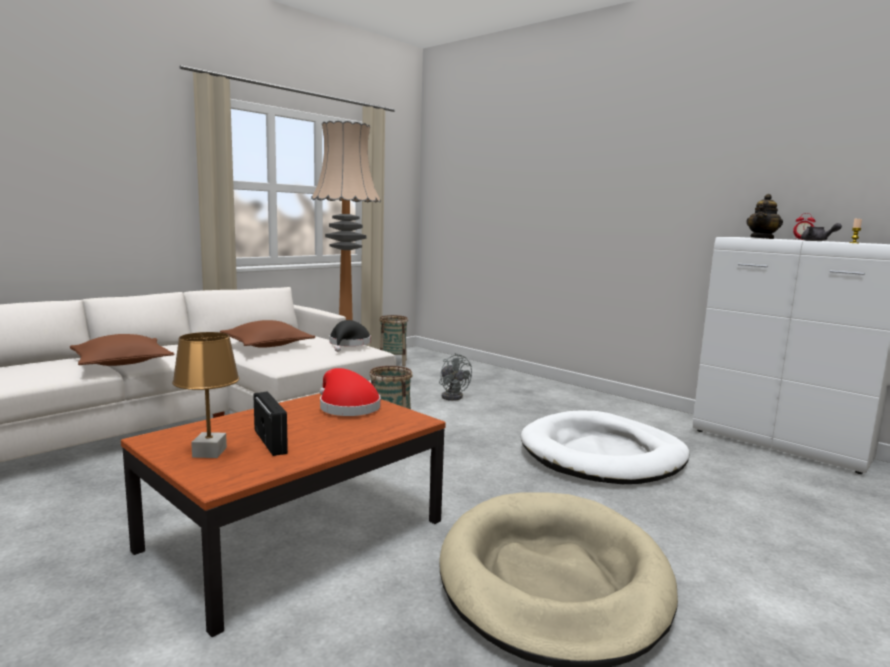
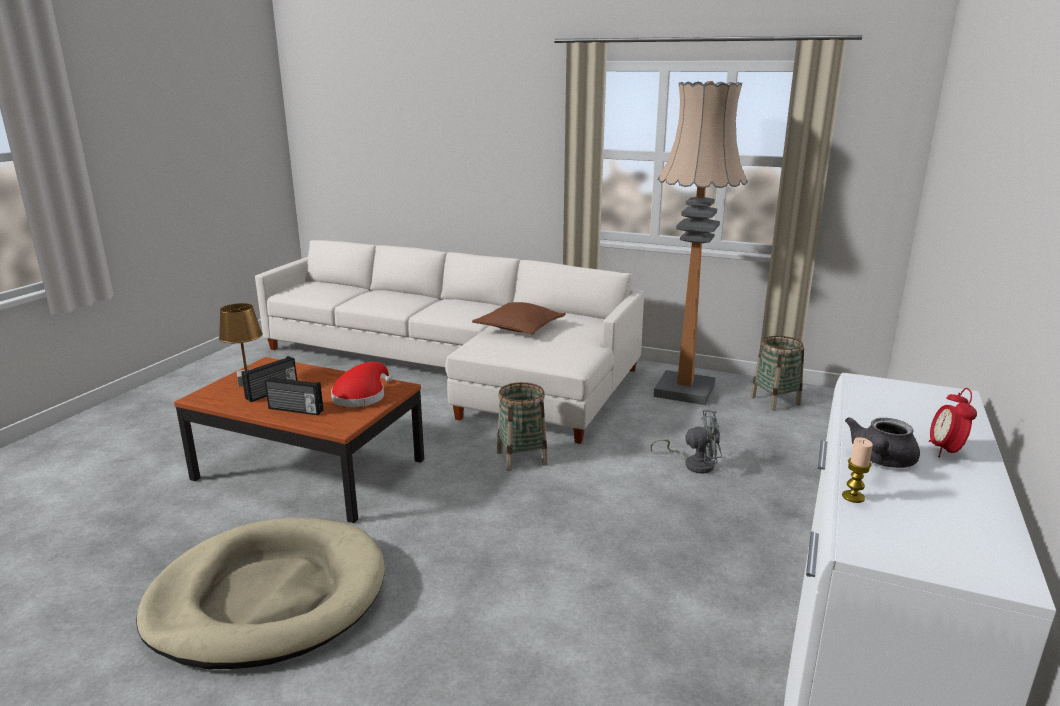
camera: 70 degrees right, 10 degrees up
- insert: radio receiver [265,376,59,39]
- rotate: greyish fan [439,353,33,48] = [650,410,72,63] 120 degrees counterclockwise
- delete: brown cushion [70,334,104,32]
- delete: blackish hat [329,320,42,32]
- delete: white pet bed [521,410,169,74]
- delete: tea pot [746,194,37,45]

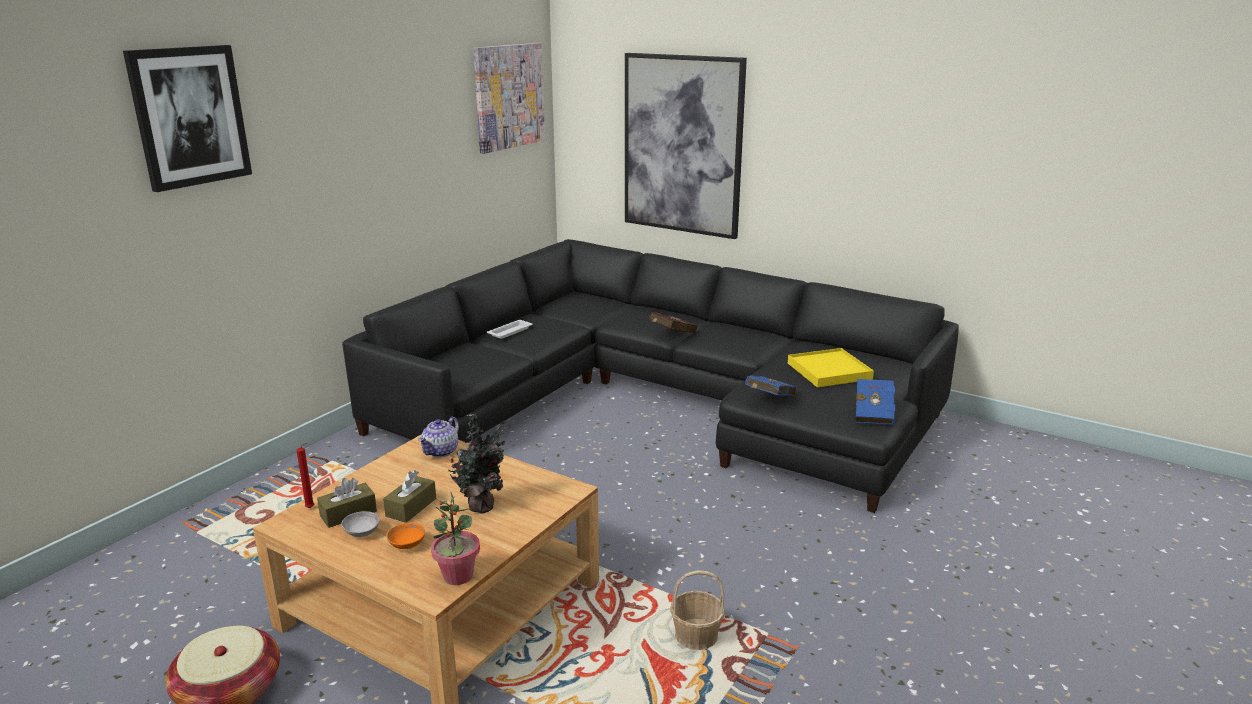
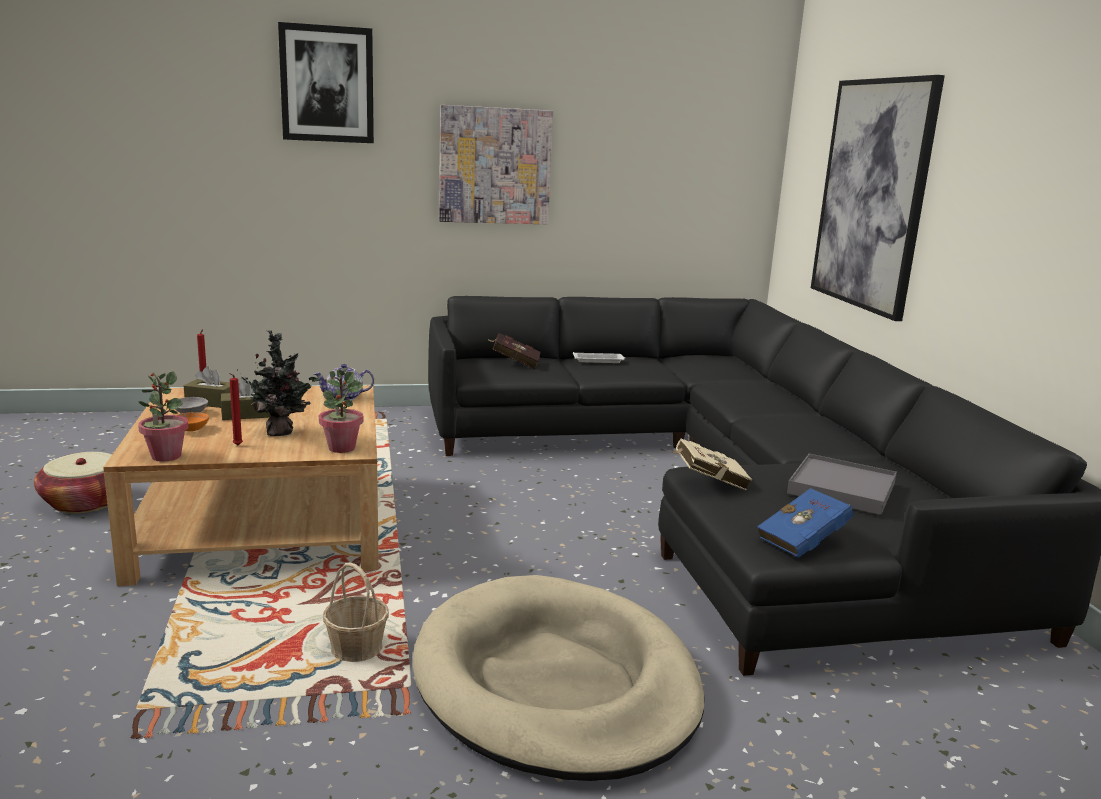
camera: 45 degrees right, 5 degrees down
- insert: red-coloured wax light [229,373,14,72]
- insert: houseplant [319,368,45,85]
- insert: beige-coloured pet bed [412,575,293,206]
- move: wall picture [473,43,72,111] to [439,105,114,119]
- move: red-coloured bound book [649,312,49,21] to [487,333,53,36]
- recolor: blue-coloured bound book [745,375,52,21] to beige-coloured bound book [669,439,83,51]
- recolor: yellow-coloured serving tray [788,348,86,39] to greyish serving tray [787,454,110,61]

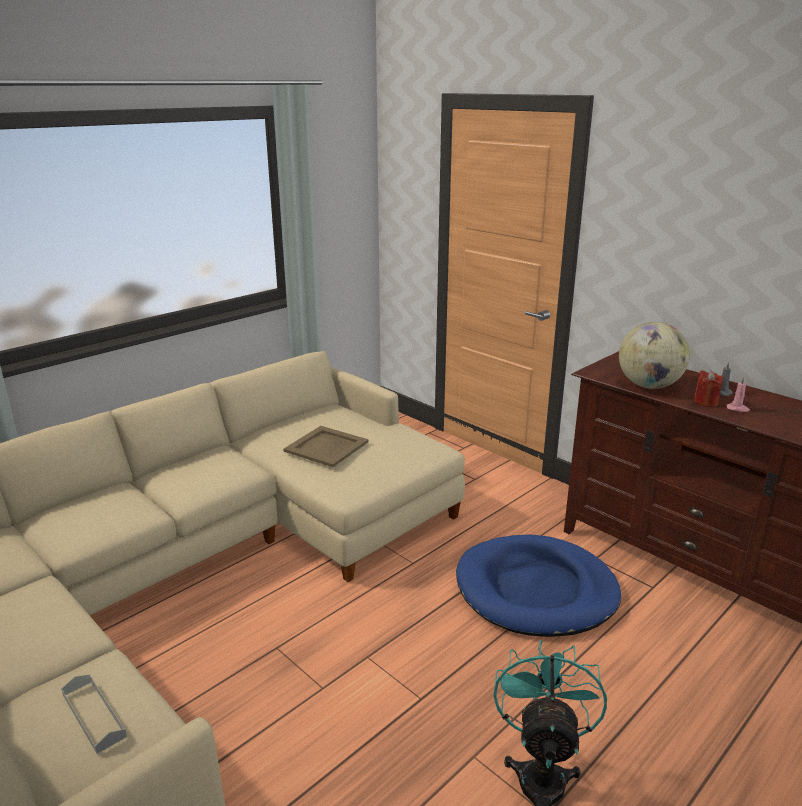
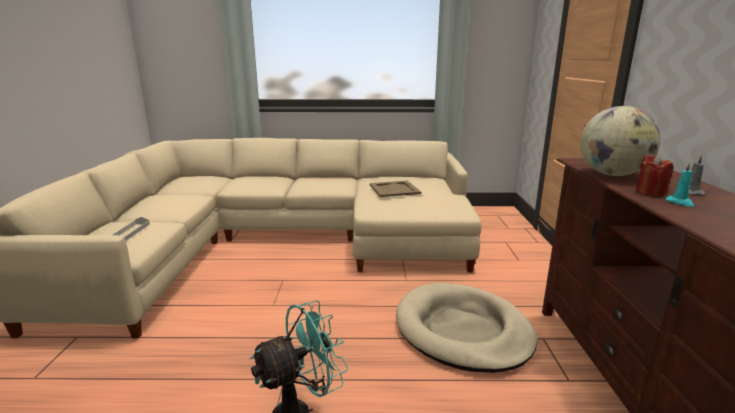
camera: 45 degrees right, 5 degrees down
- recolor: blue-coloured pet bed [456,534,165,103] to beige-coloured pet bed [396,283,141,90]
- recolor: pink-coloured wax light [727,377,23,35] to turquoise-coloured wax light [666,162,29,45]

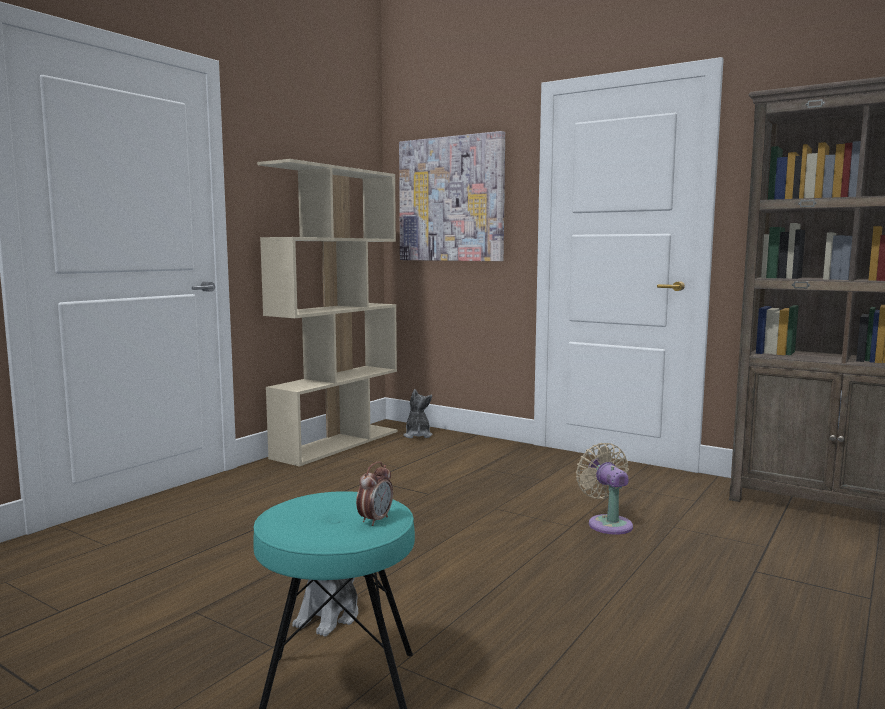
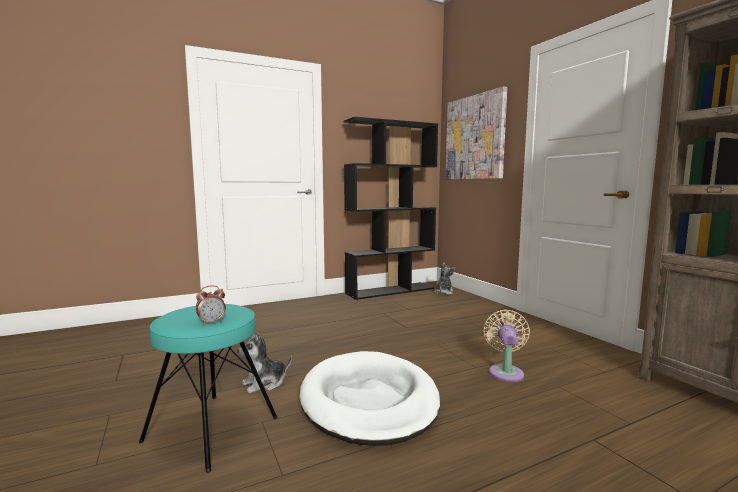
camera: 30 degrees right, 0 degrees up
- insert: white pet bed [299,351,141,95]
- recolor: beige-coloured bookshelf [257,159,140,308] to blackish bookshelf [344,117,94,183]

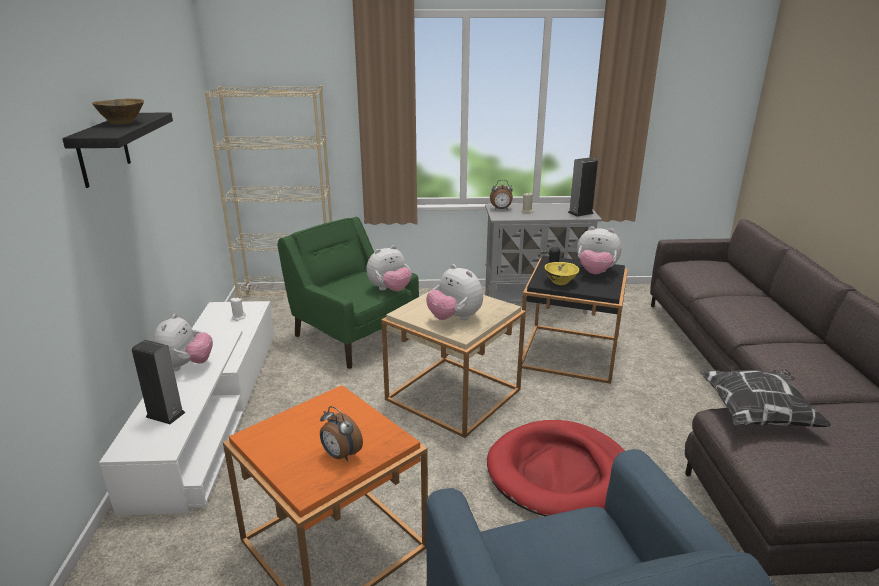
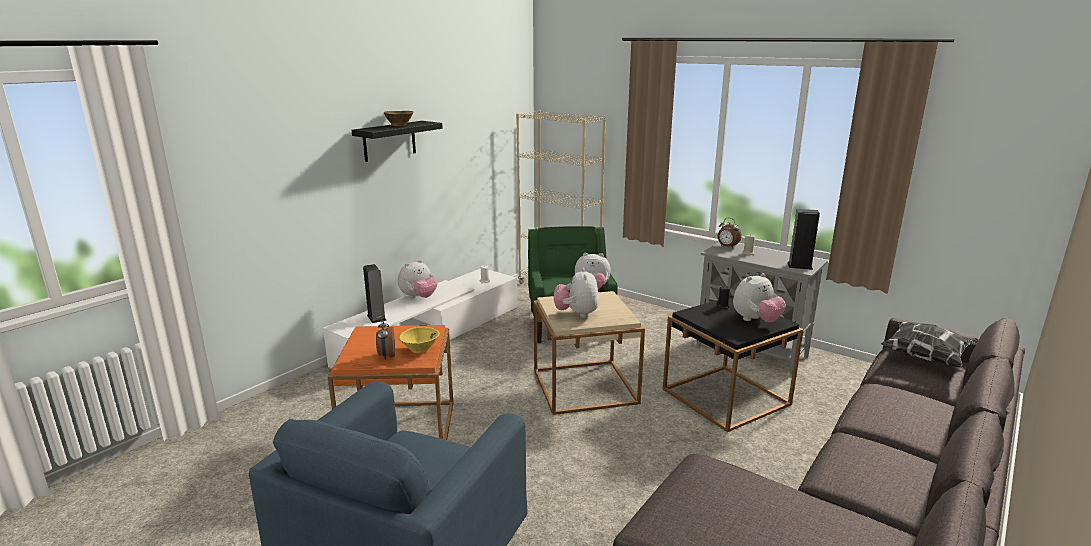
camera: 40 degrees right, 5 degrees down
- move: yellow-coloured deep dish [545,262,34,23] to [399,327,41,26]
- rotate: cuddly toy [577,226,45,48] = [733,273,53,49] 90 degrees counterclockwise
- move: cushion [700,370,133,57] to [881,322,97,45]
- delete: red-coloured pet bed [487,420,138,96]

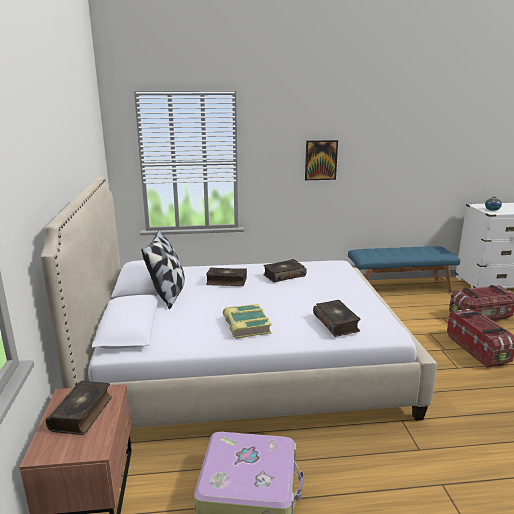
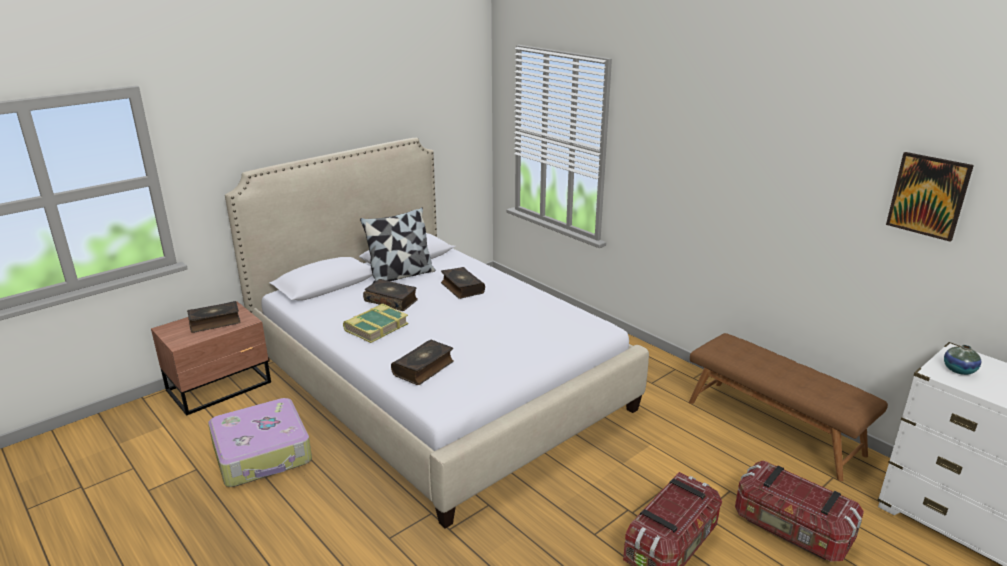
camera: 55 degrees right, 5 degrees up
- move: bound book [263,259,44,24] to [363,279,55,32]
- recolor: blue-coloured indoor bench [348,246,112,47] to brown indoor bench [689,333,199,148]
- move: wall picture [305,140,33,40] to [886,152,88,89]

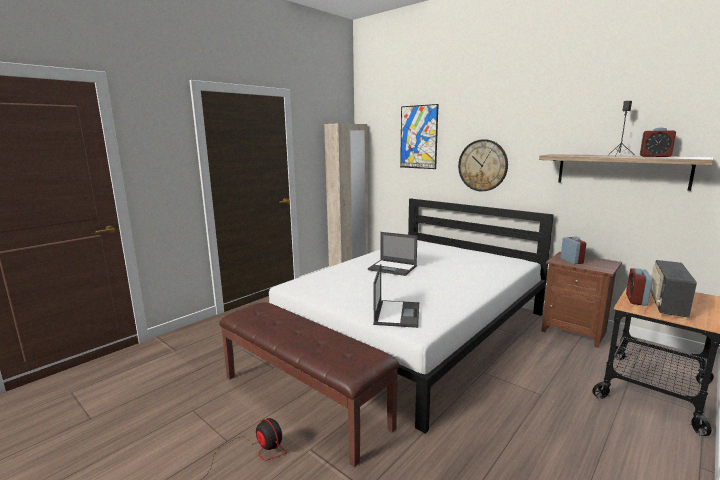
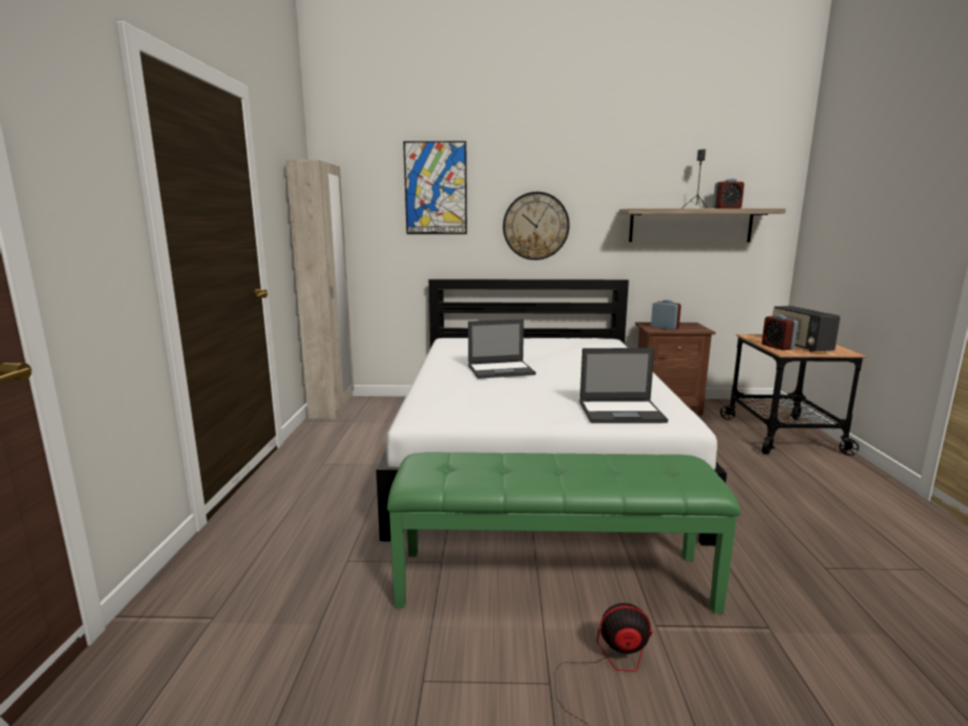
camera: 40 degrees left, 0 degrees up
- recolor: brown indoor bench [219,302,181,165] to green indoor bench [387,452,354,162]
- rotate: portable computer [373,264,46,64] = [579,348,89,75] 120 degrees clockwise

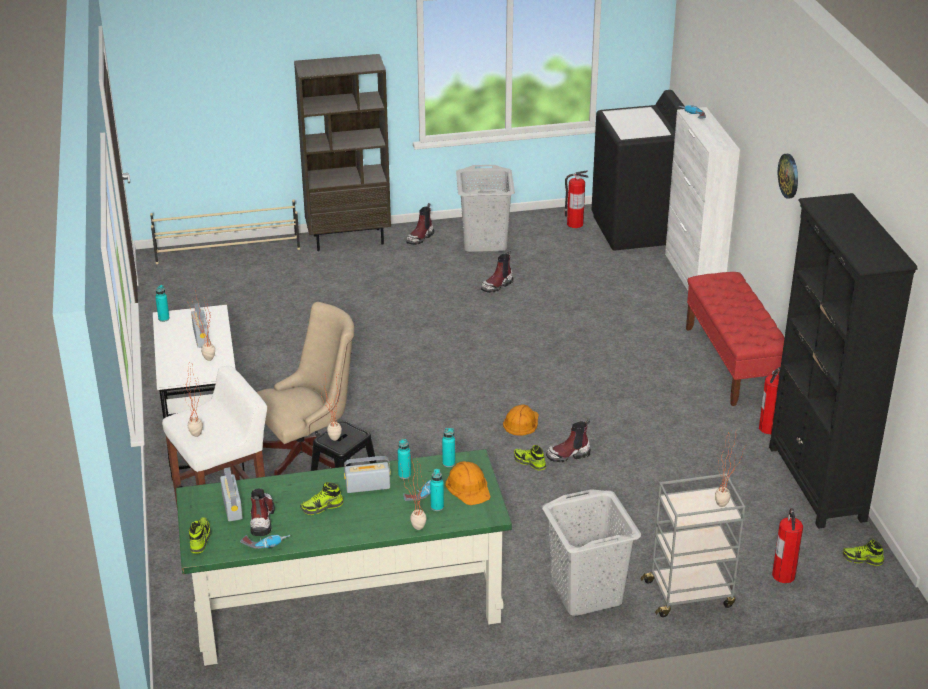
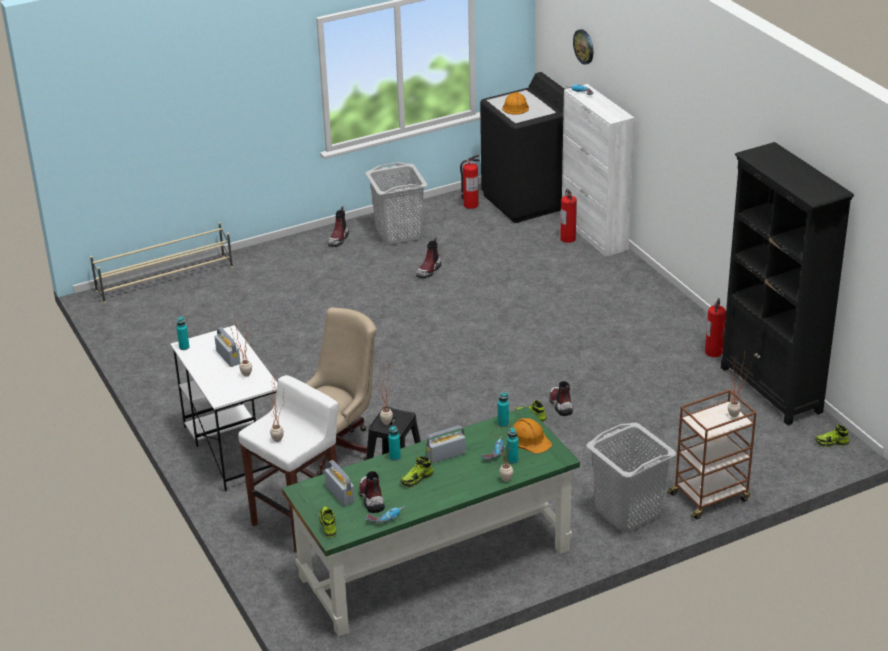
camera: 15 degrees left, 0 degrees up
- move: turquoise-coloured bottle [398,439,13,40] to [388,425,13,36]
- move: orangey safety helmet [503,404,36,32] to [502,92,27,23]
- rotate: high-top boot [546,419,45,43] = [549,381,24,35] 105 degrees clockwise
- move: fire extinguisher [772,508,31,75] to [560,189,17,54]
- move: wall clock [778,154,20,45] to [573,29,20,36]
- recolor: greyish wheeled cart [641,473,104,144] to brown wheeled cart [667,390,89,129]
- delete: brown bookshelf [294,54,97,197]
- delete: red-coloured indoor bench [686,272,98,134]

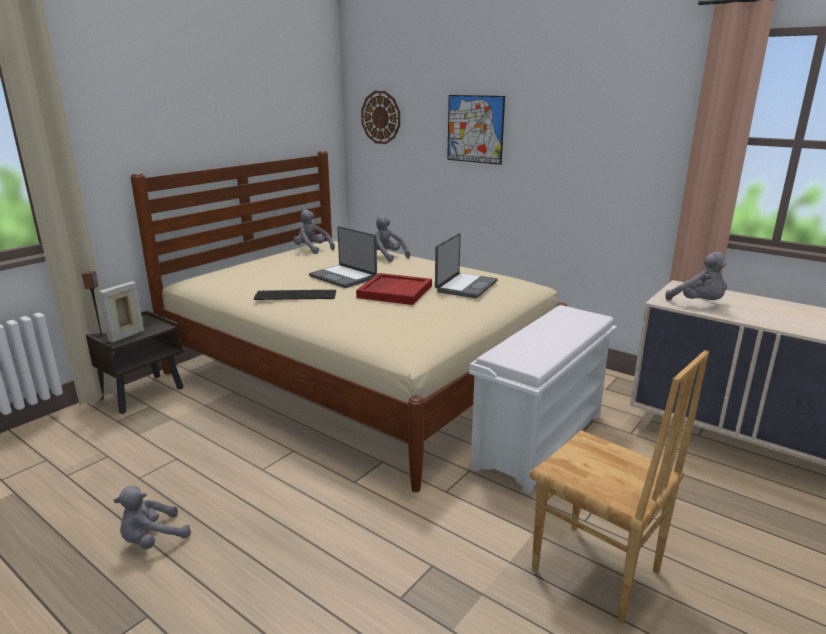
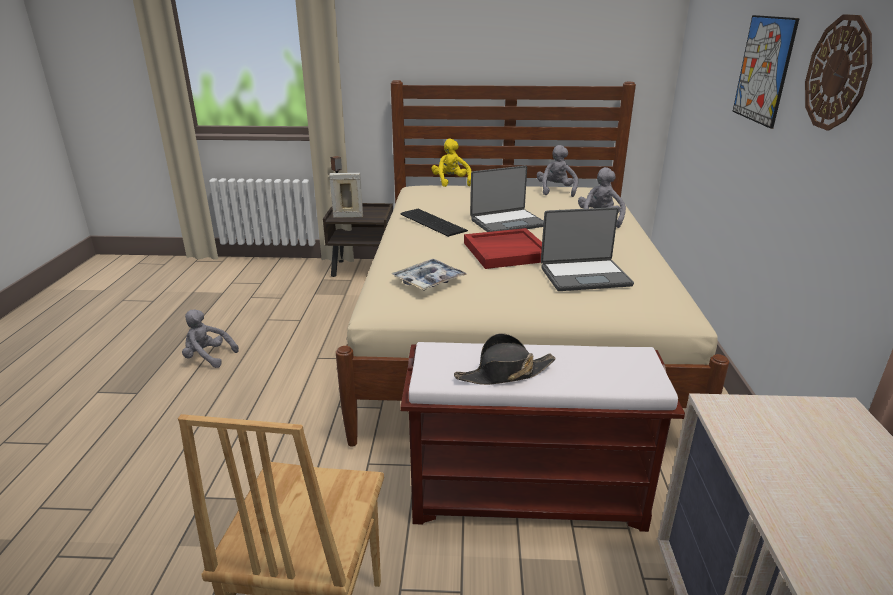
camera: 55 degrees right, 5 degrees up
- insert: serving tray [392,259,75,32]
- recolor: white indoor bench [469,305,148,189] to brown indoor bench [400,342,285,190]
- insert: yellow-coloured cuddly toy [432,139,40,48]
- insert: blackish hat [454,333,102,52]
- rotate: portable computer [309,226,68,62] = [470,166,74,66] 120 degrees counterclockwise
- move: wall clock [361,91,39,53] to [805,14,67,117]
- delete: greyish cuddly toy [665,252,62,48]

